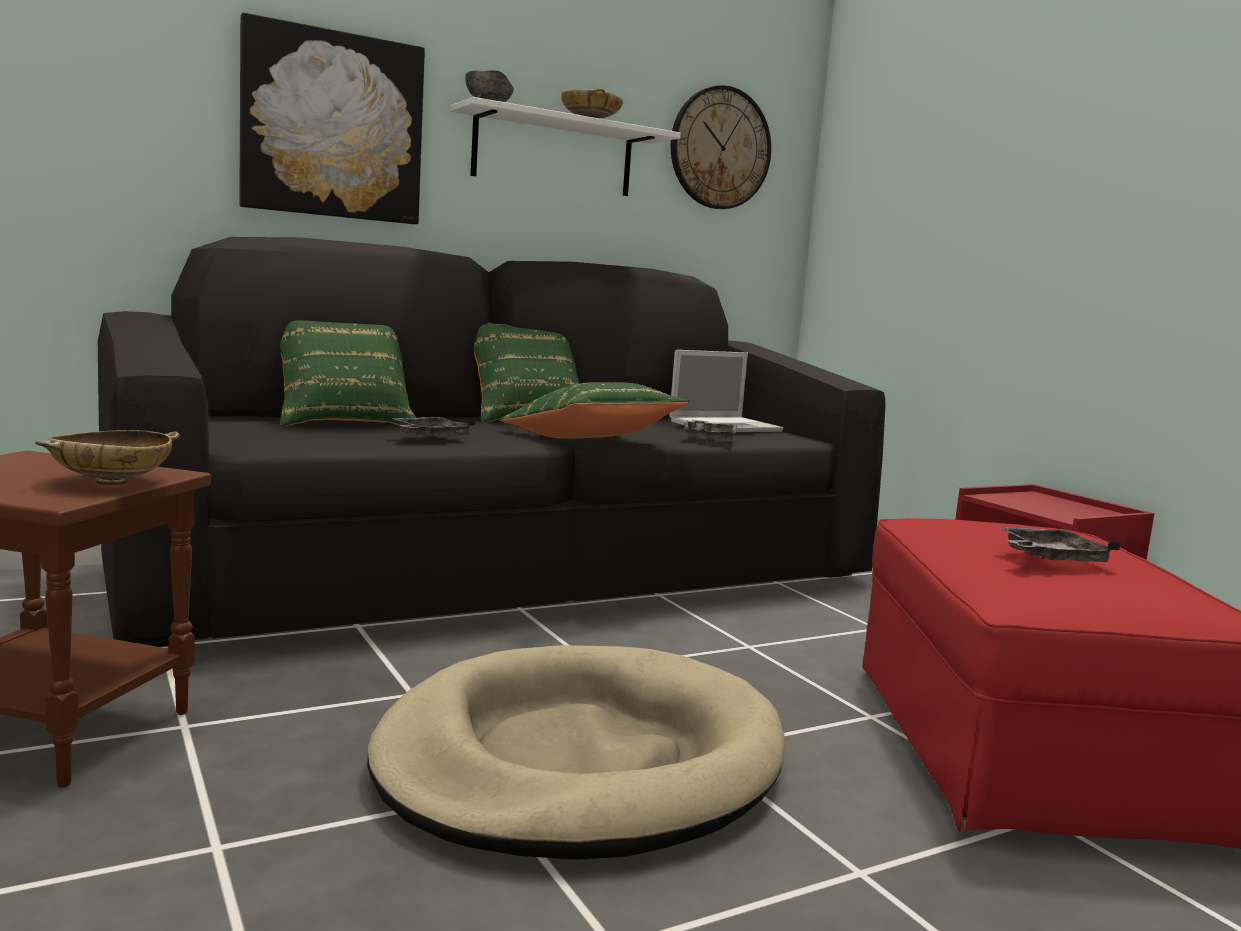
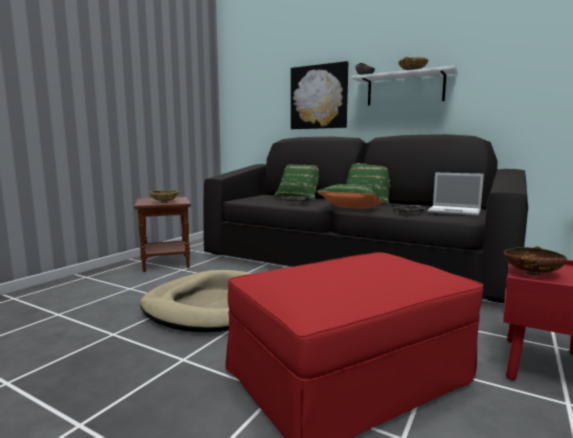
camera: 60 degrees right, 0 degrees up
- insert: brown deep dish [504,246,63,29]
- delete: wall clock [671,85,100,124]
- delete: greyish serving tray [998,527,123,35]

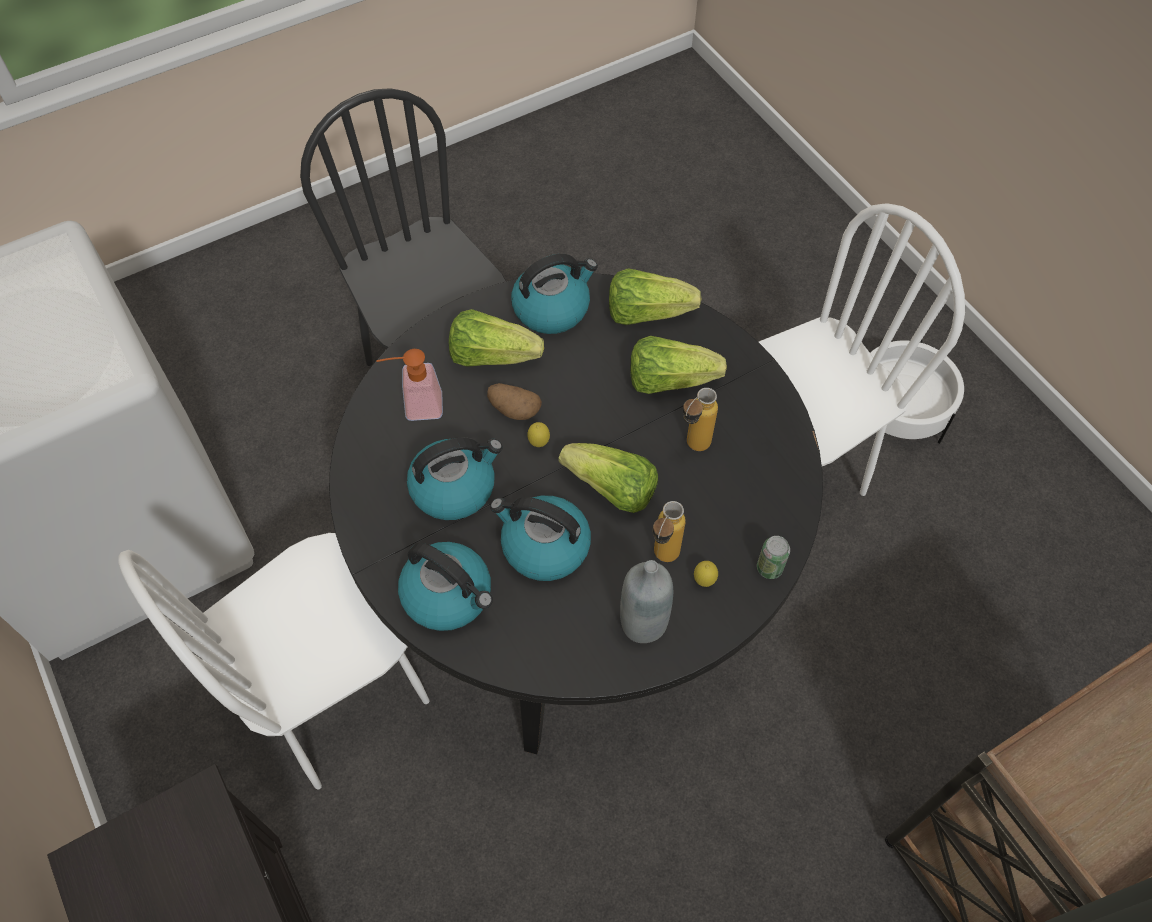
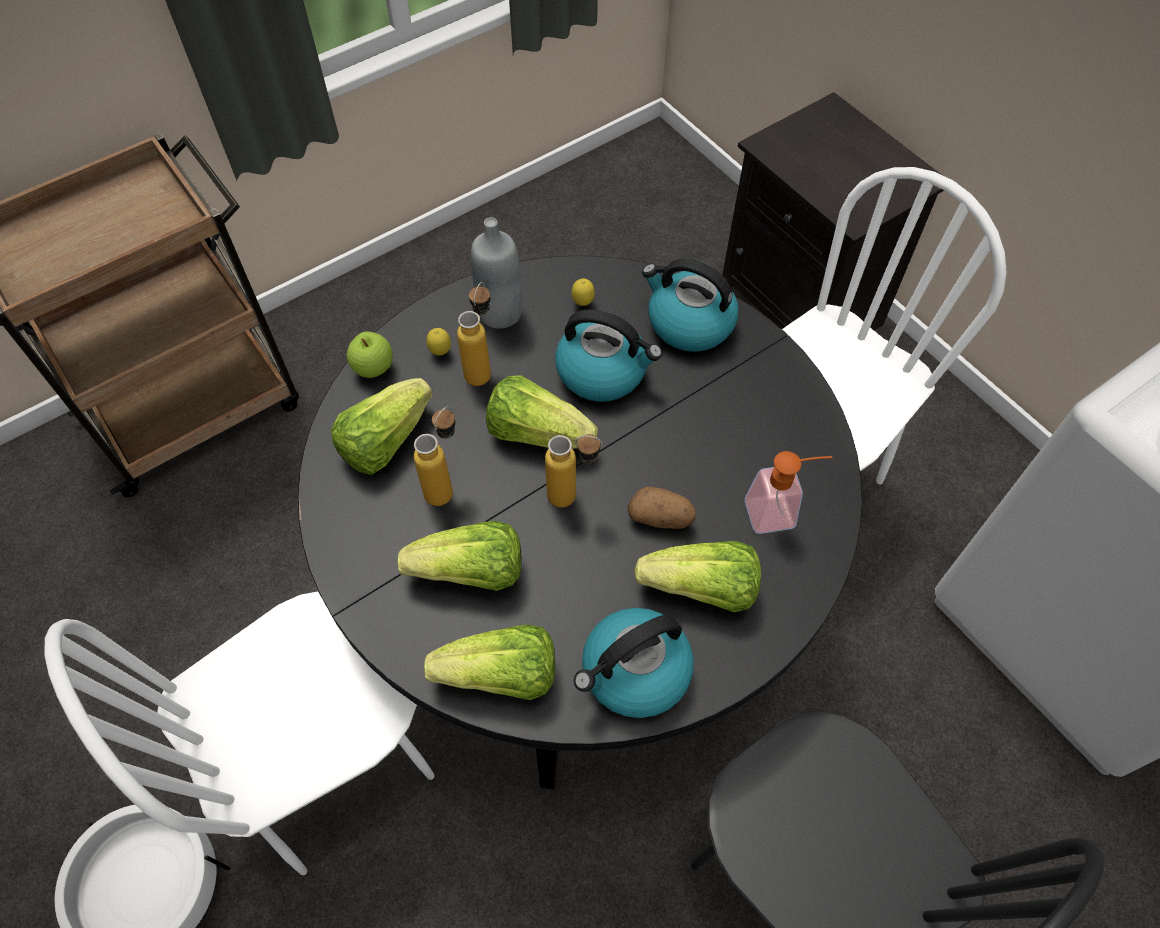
camera: 175 degrees right, 0 degrees up
- insert: lettuce head [331,378,102,97]
- replace: metal can [757,536,33,43] to apple [347,332,46,46]
- insert: bottle [545,434,58,74]
- move: citrus fruit [527,422,23,25] to [572,279,23,27]
- delete: water kettle [407,437,96,83]

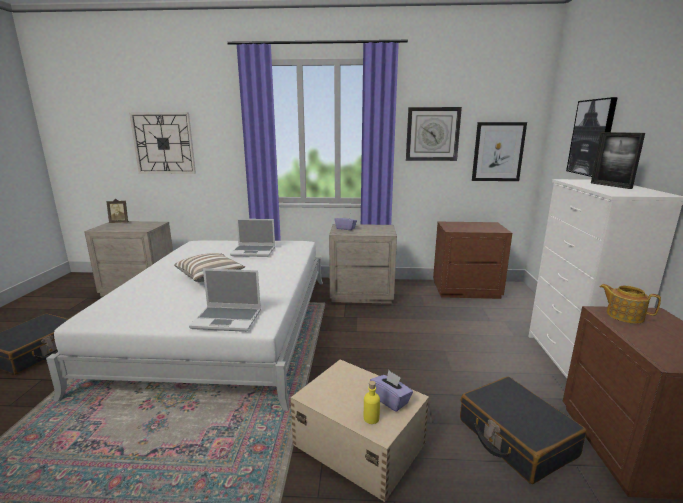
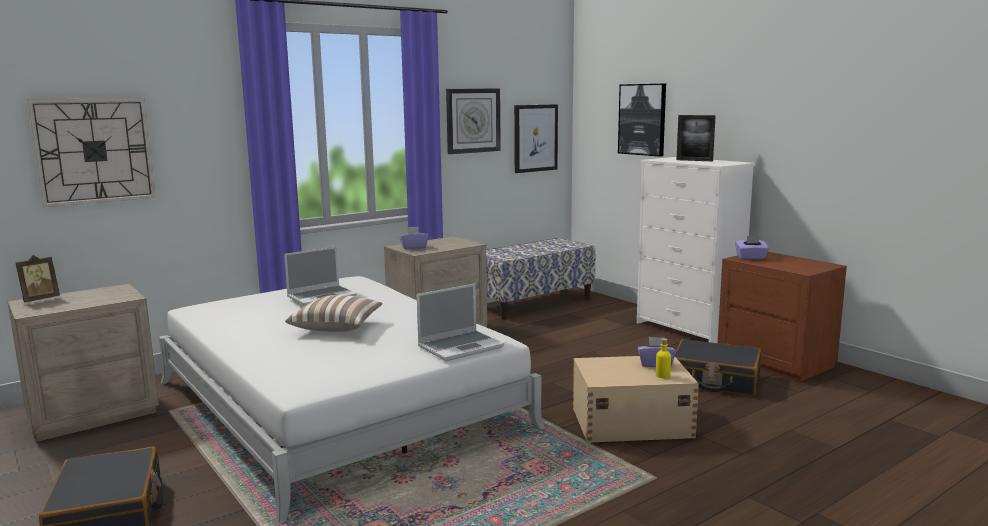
camera: 40 degrees left, 5 degrees down
- replace: brown nightstand [433,222,79,77] to indoor bench [486,238,110,82]
- replace: tea pot [600,284,61,40] to purplish tissue box [735,236,34,23]

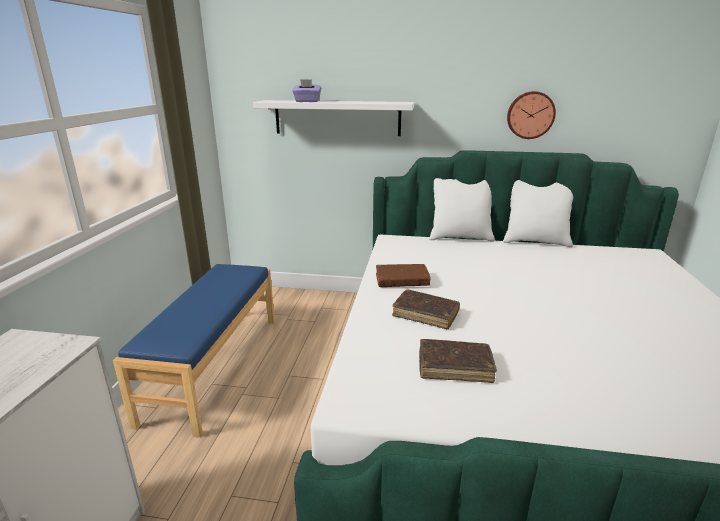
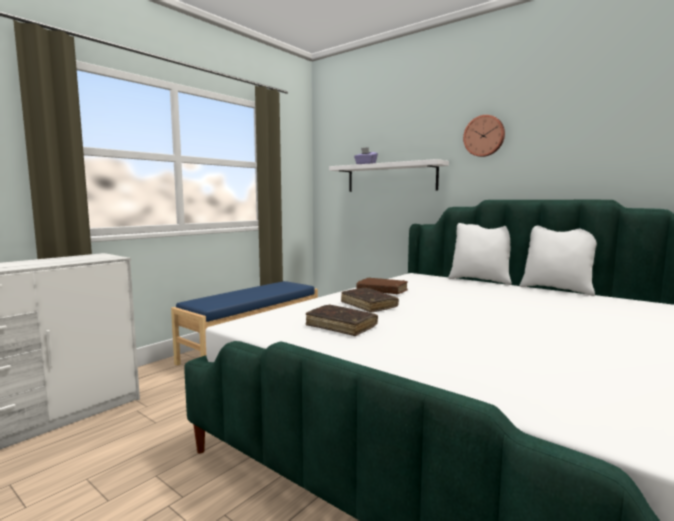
camera: 30 degrees right, 15 degrees down
- move: wall clock [507,91,49,48] to [463,115,42,42]

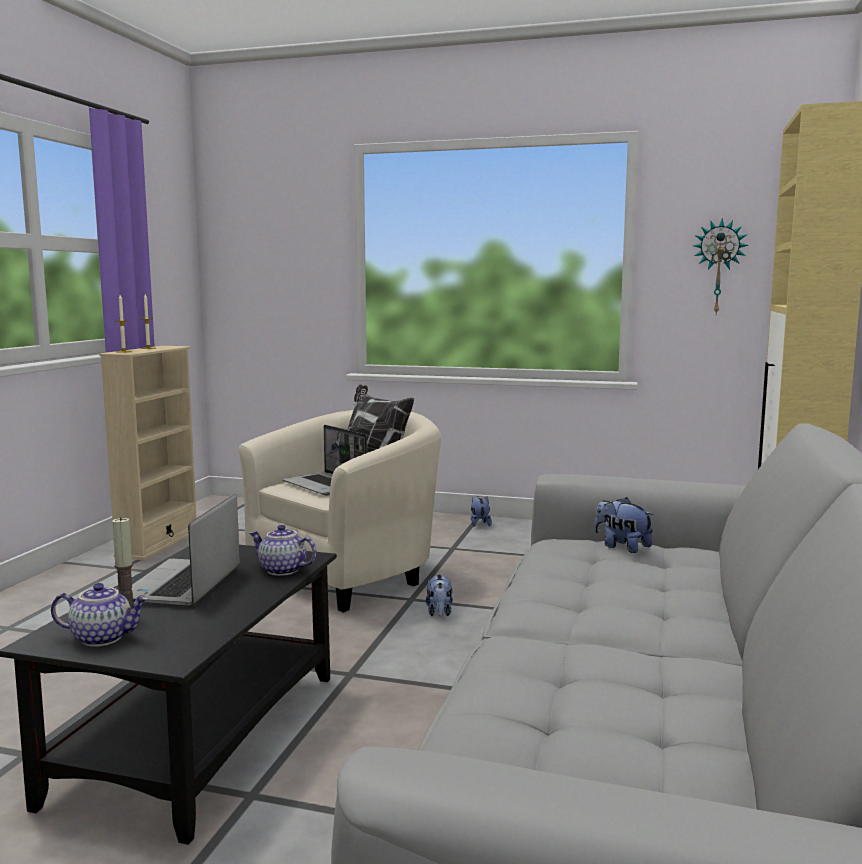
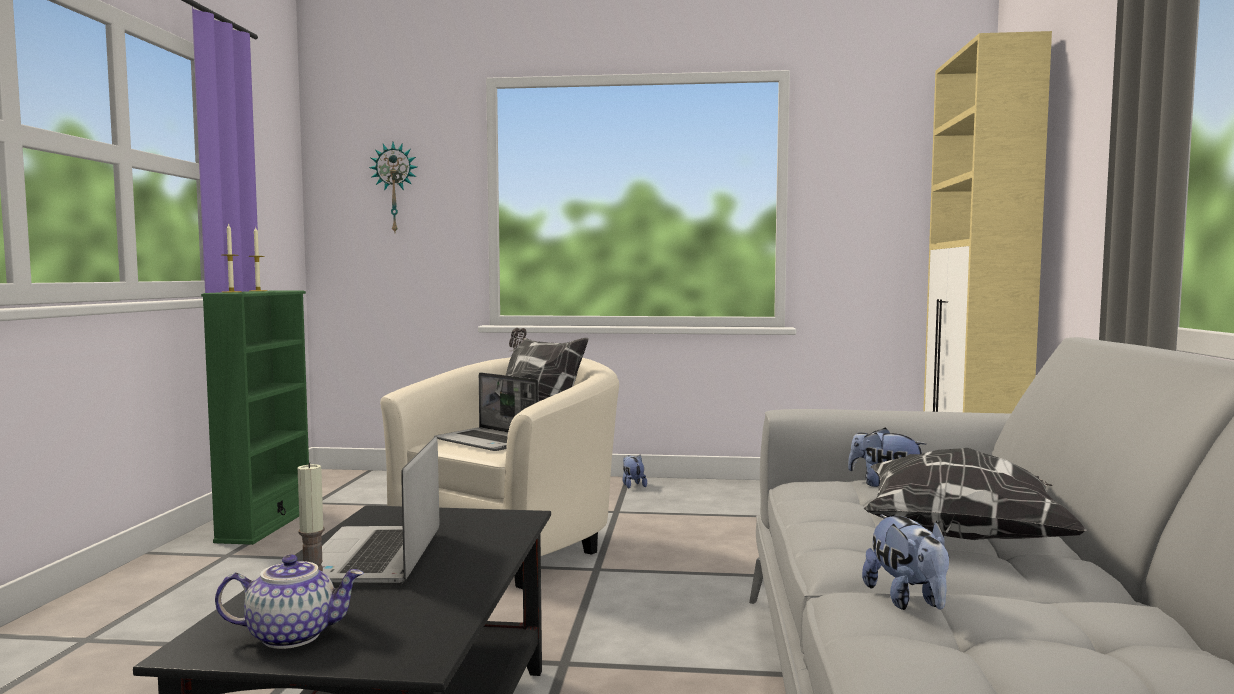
camera: 10 degrees left, 5 degrees down
- recolor: beige-coloured bookshelf [100,346,97,214] to green bookshelf [201,291,108,254]
- move: wall clock [693,218,55,96] to [369,142,48,90]
- move: cuddly toy [426,574,27,43] to [862,514,87,96]
- insert: cushion [864,448,223,92]
- delete: tea pot [250,525,67,51]

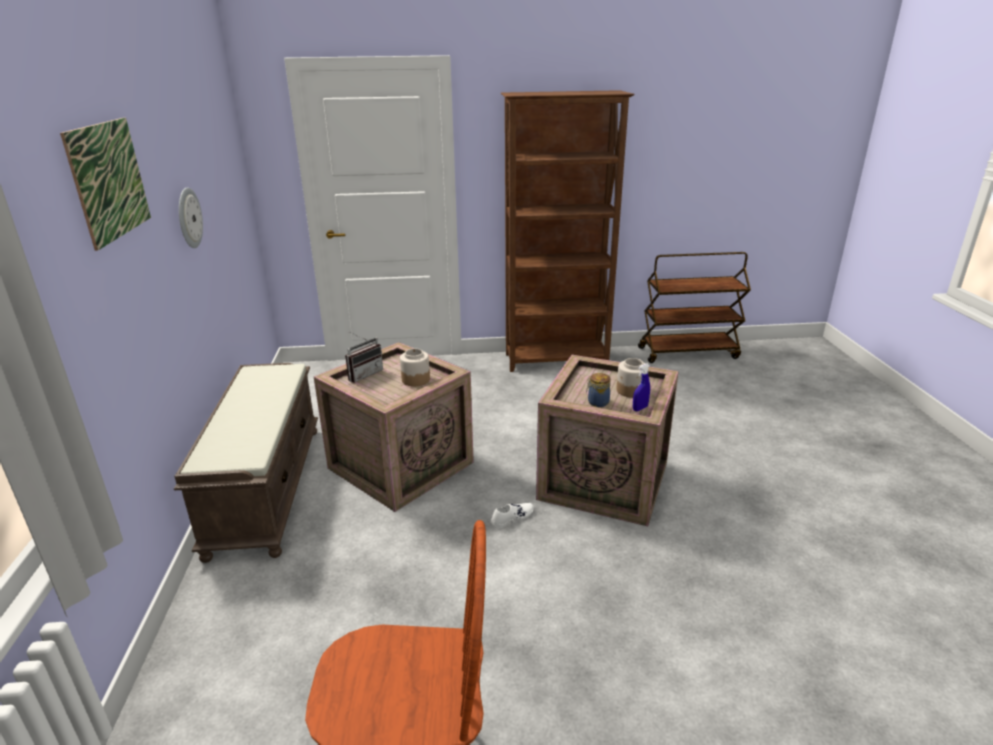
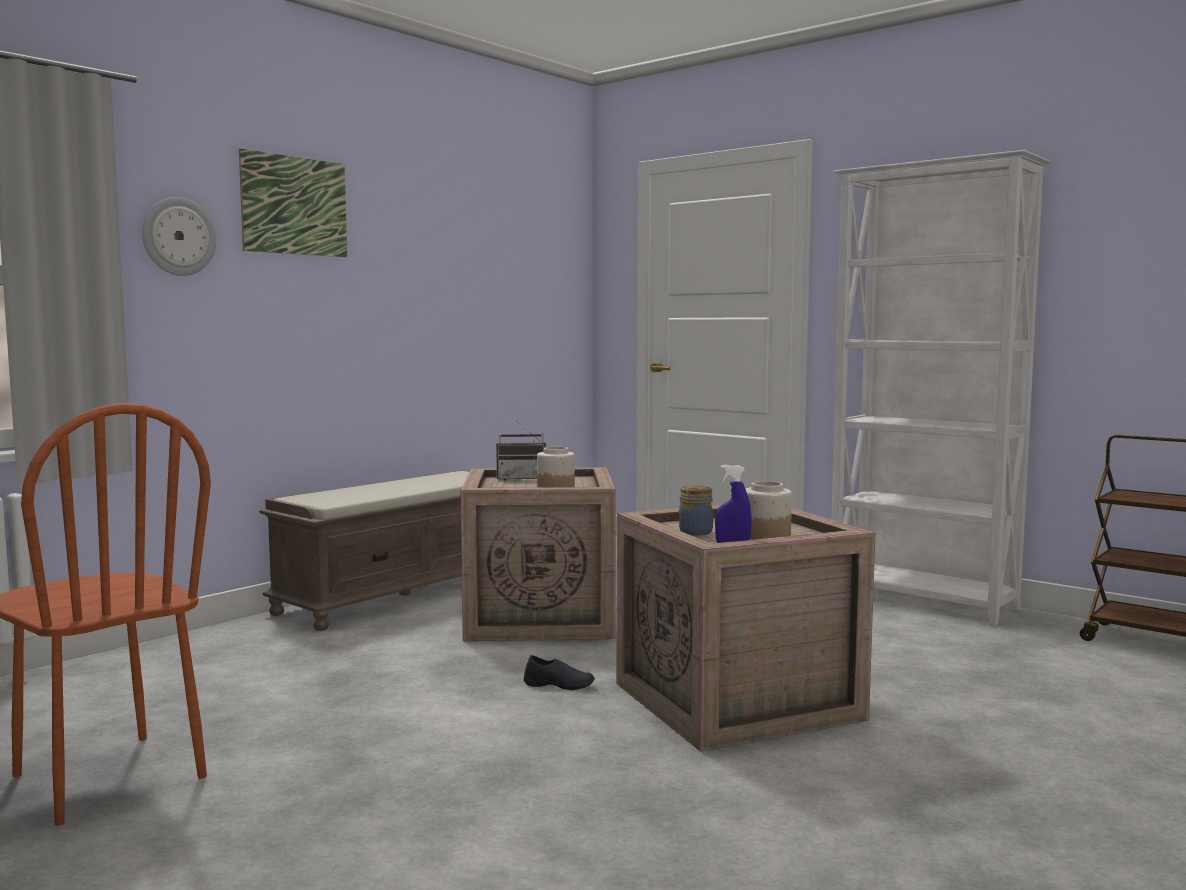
camera: 45 degrees right, 20 degrees down
- move: wall clock [179,187,24,61] to [142,197,74,79]
- recolor: white item of footwear [491,502,43,26] to blackish item of footwear [524,655,71,35]
- recolor: brown bookshelf [501,90,134,282] to white bookshelf [832,150,219,476]

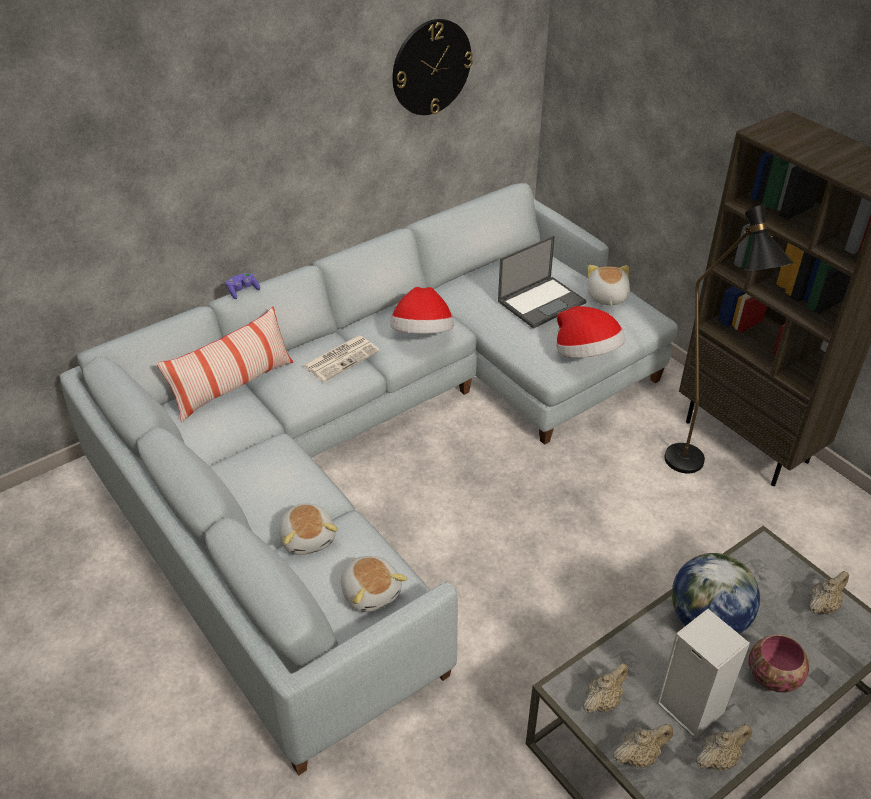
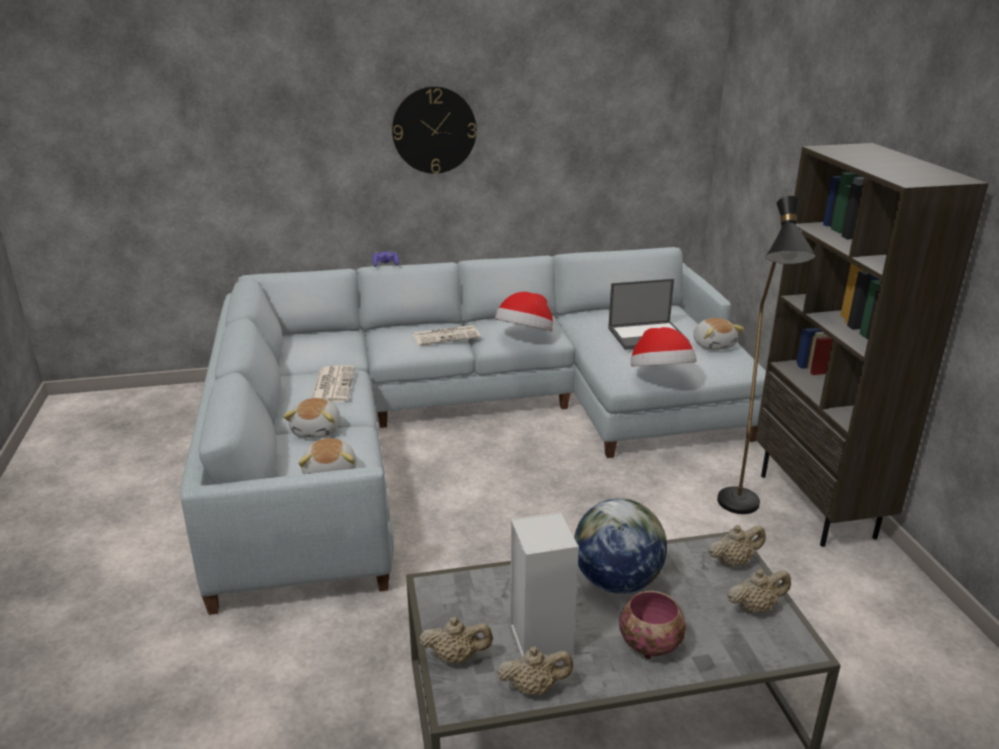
camera: 25 degrees right, 15 degrees down
- insert: printed paper [312,366,43,36]
- move: wall clock [393,19,80,96] to [392,86,85,88]
- rotate: cuddly toy [587,265,43,41] = [693,318,51,32] 135 degrees clockwise
- move: beige-coloured tea pot [583,663,45,50] to [708,525,58,42]
- delete: cushion [157,307,136,116]

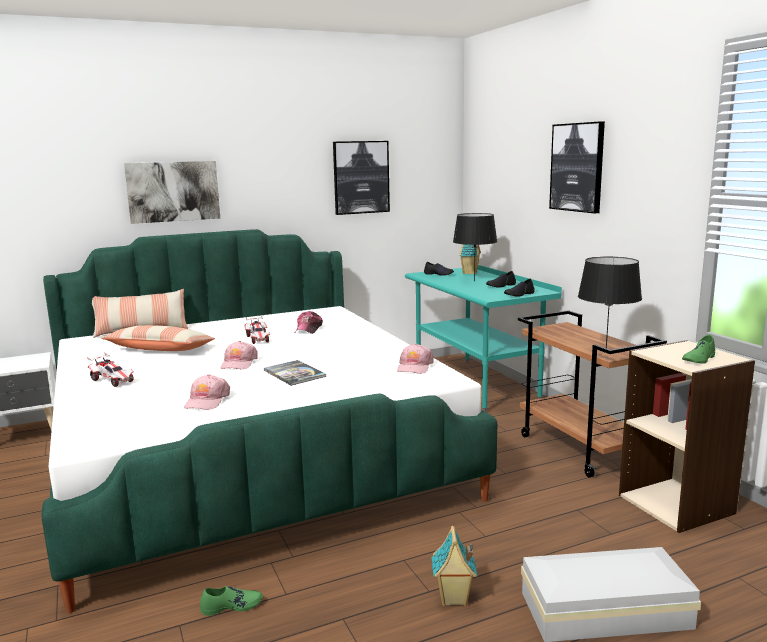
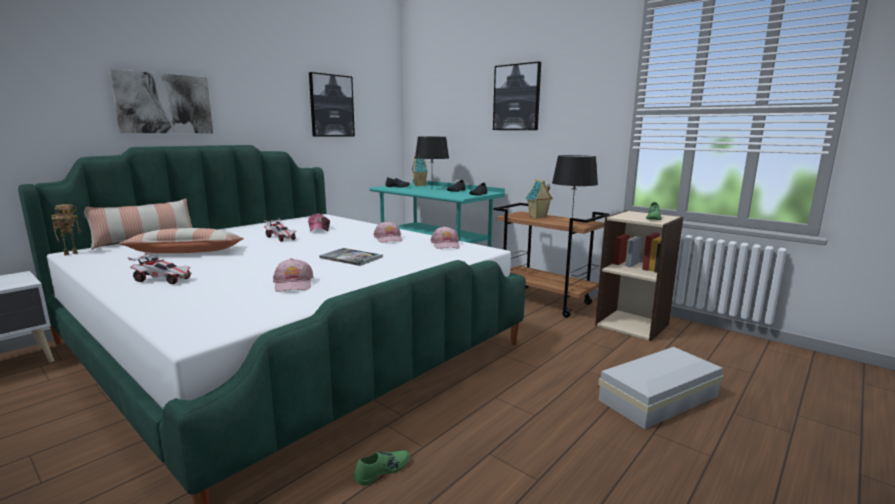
camera: 25 degrees left, 0 degrees up
- insert: robot figure [51,204,30,52]
- move: pink-coloured peaked cap [221,341,37,28] to [373,221,29,22]
- move: toy house [431,526,46,80] to [525,179,28,40]

